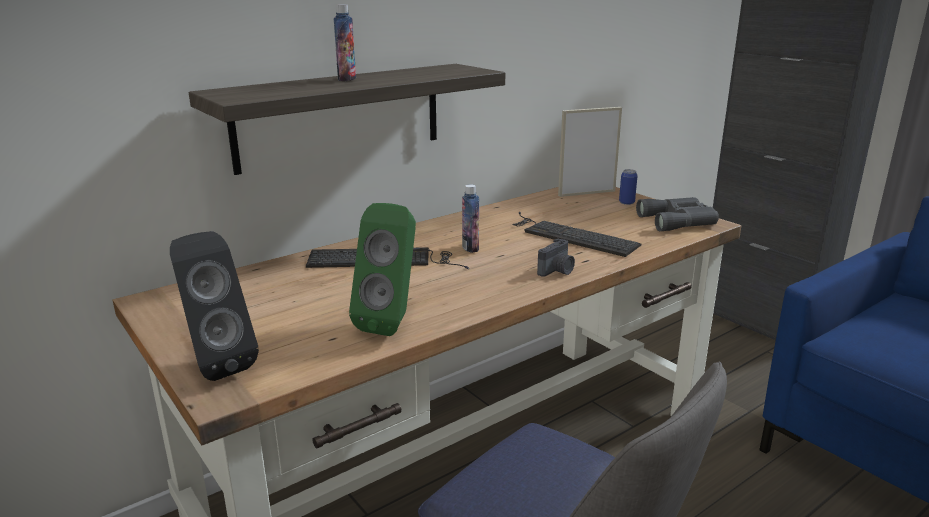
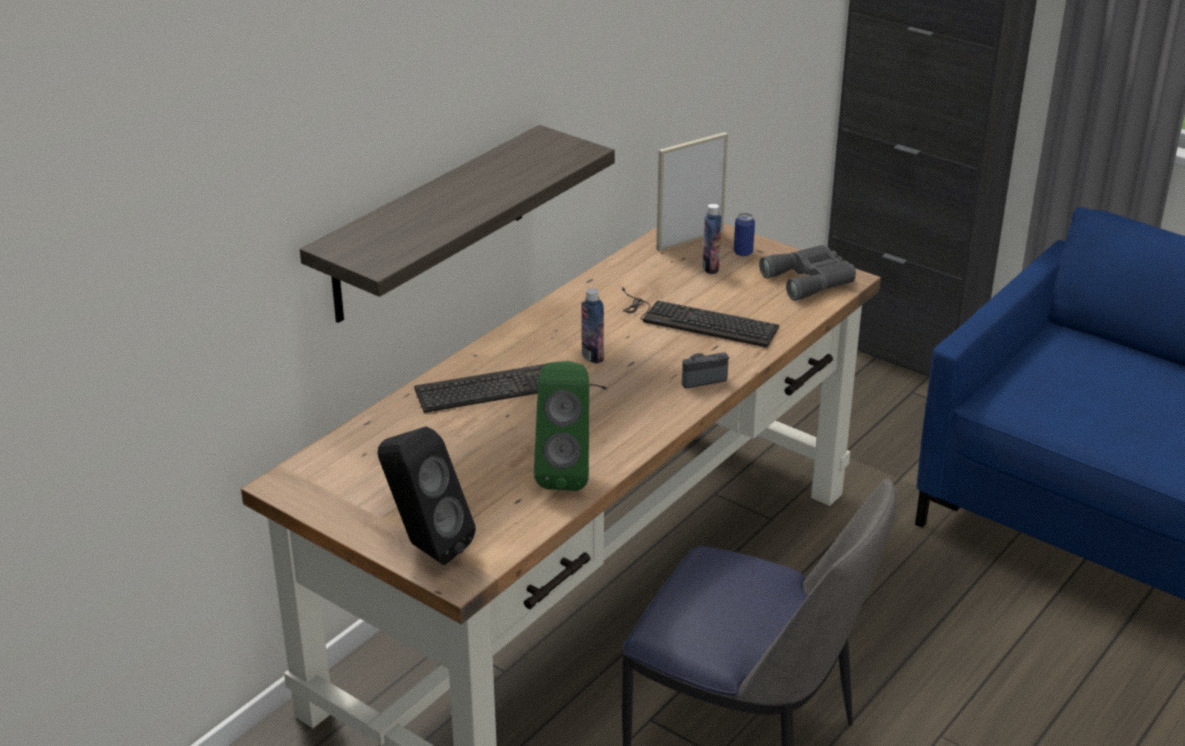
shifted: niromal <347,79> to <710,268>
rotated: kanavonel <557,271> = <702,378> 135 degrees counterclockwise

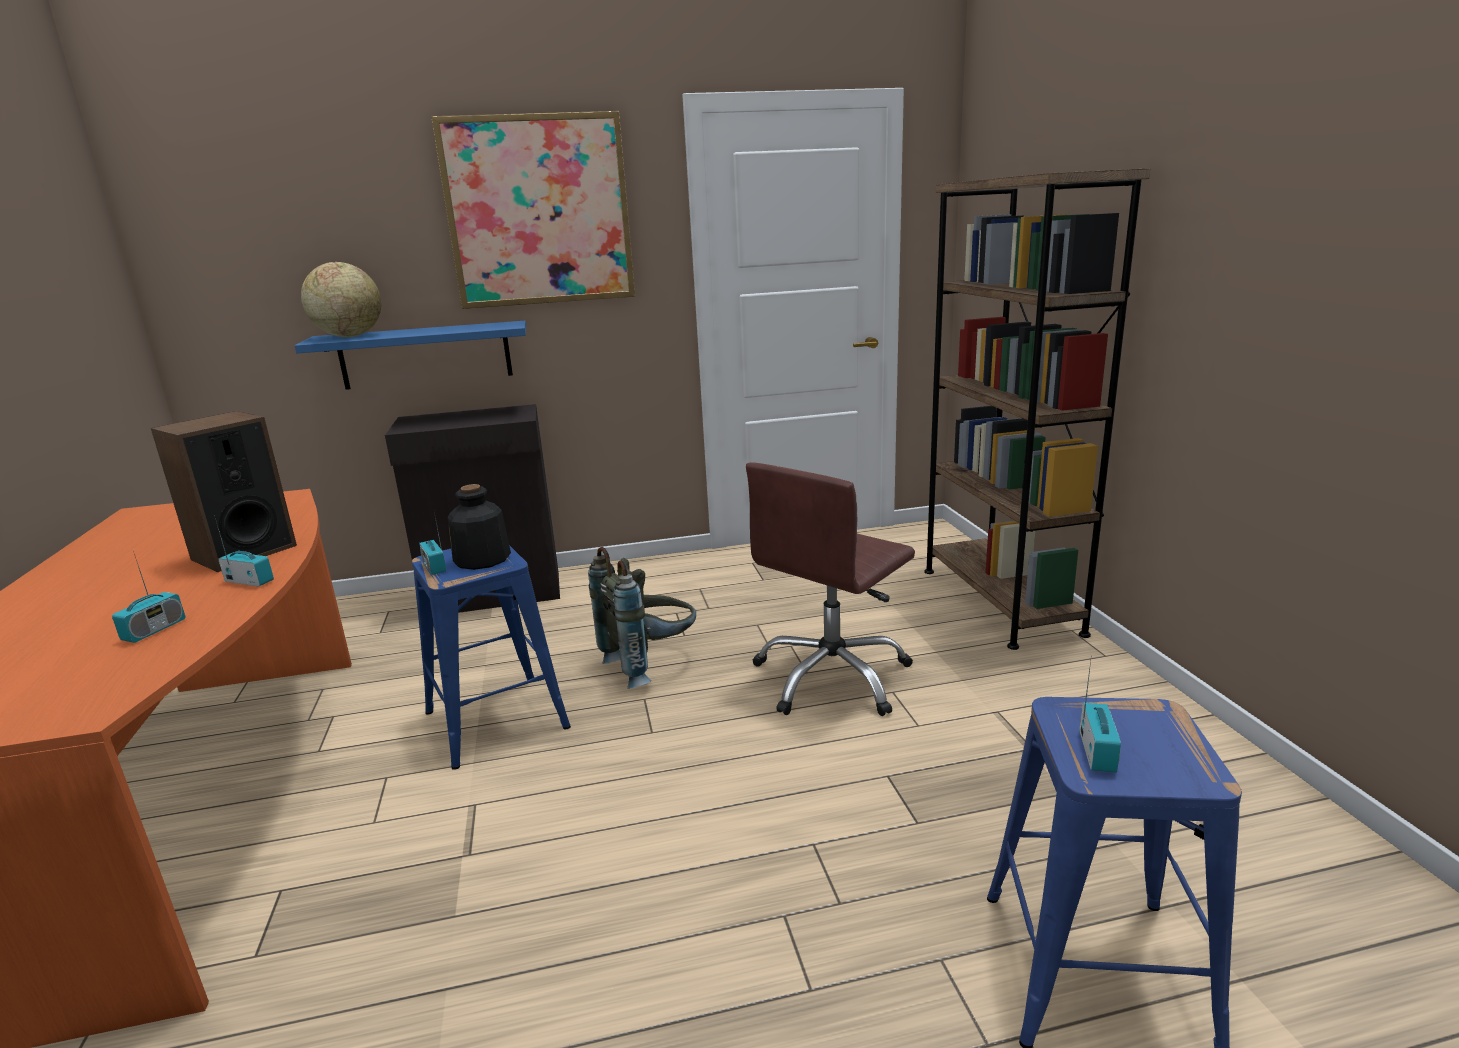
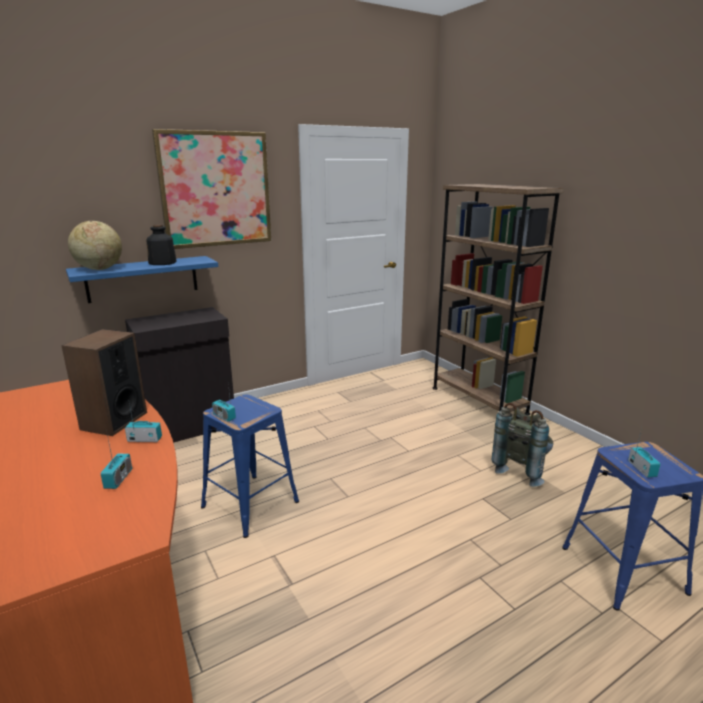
gone: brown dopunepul <832,677>
shifted: niromal <482,559> to <162,263>; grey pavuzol <651,664> to <521,469>

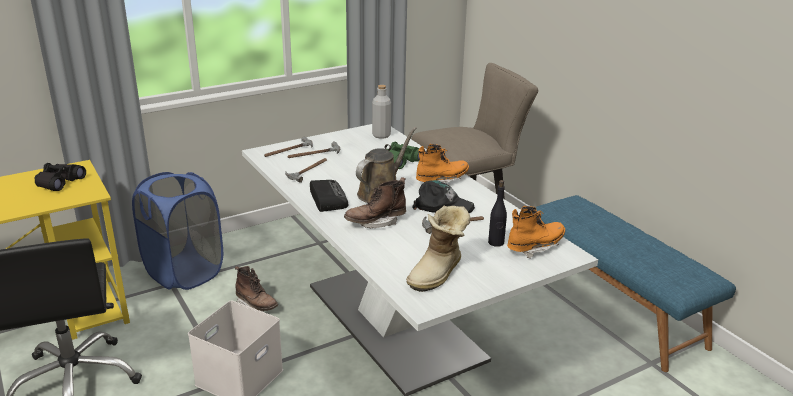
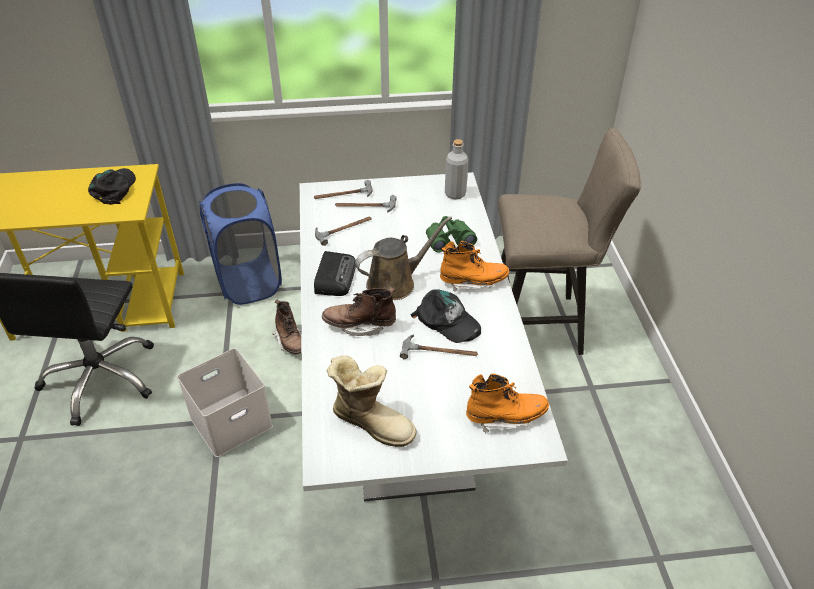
gone: black niromal <496,243>; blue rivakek <612,305>
swapped: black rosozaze <59,182> to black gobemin <114,189>
rotated: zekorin <438,273> = <372,421> 120 degrees counterclockwise

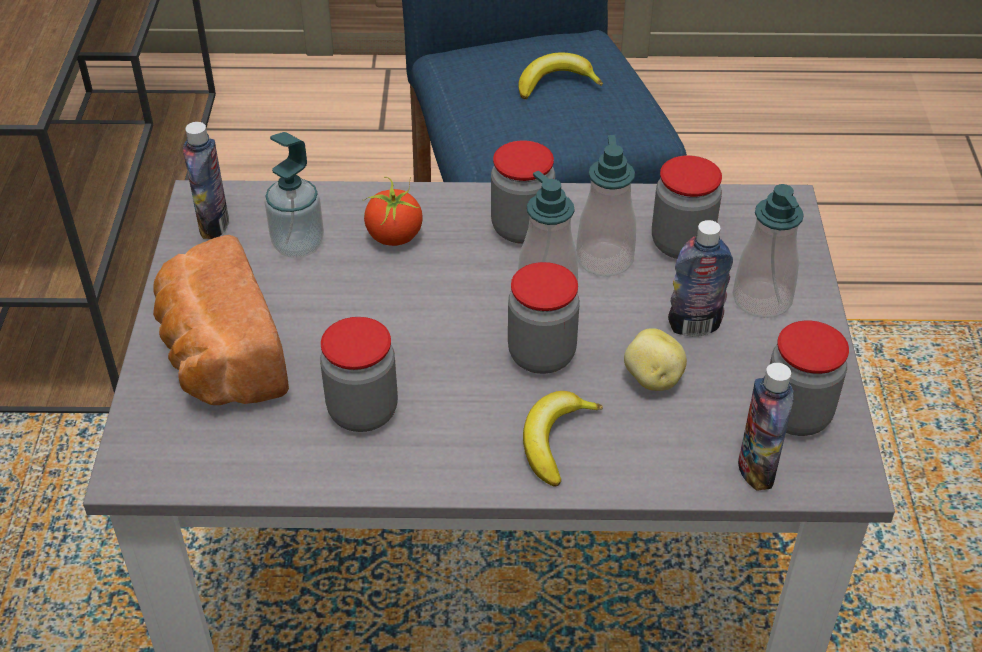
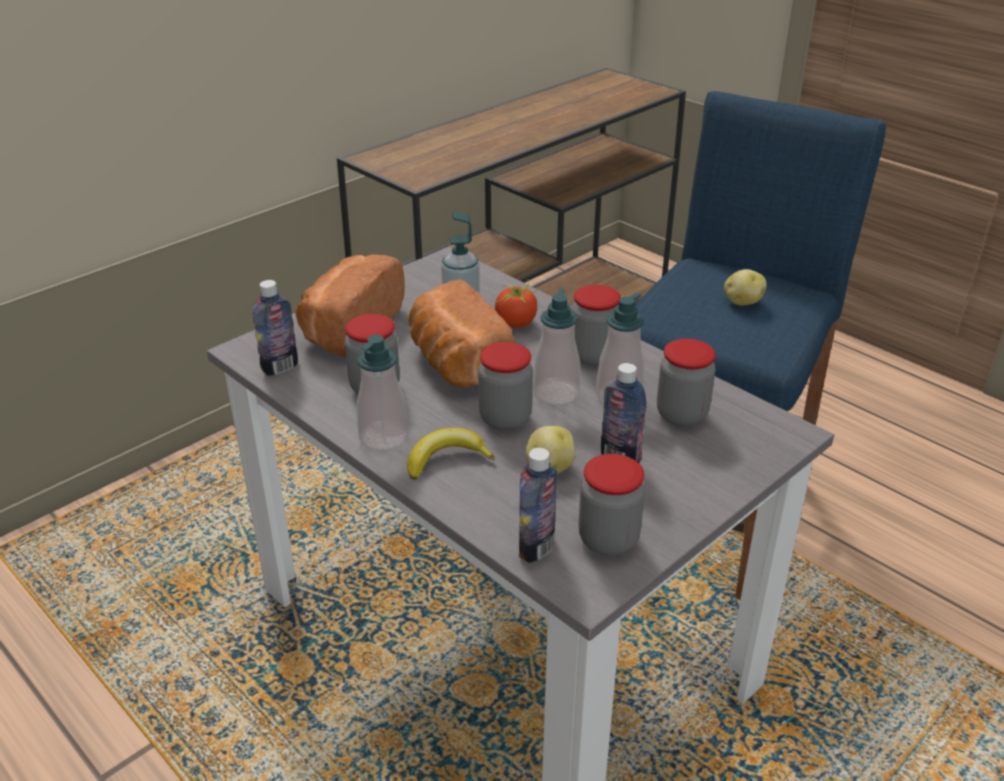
new: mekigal <456,364>
shifted: niromal <214,225> to <280,367>; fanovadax <761,299> to <383,437>
swapped: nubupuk <556,83> to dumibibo <742,302>

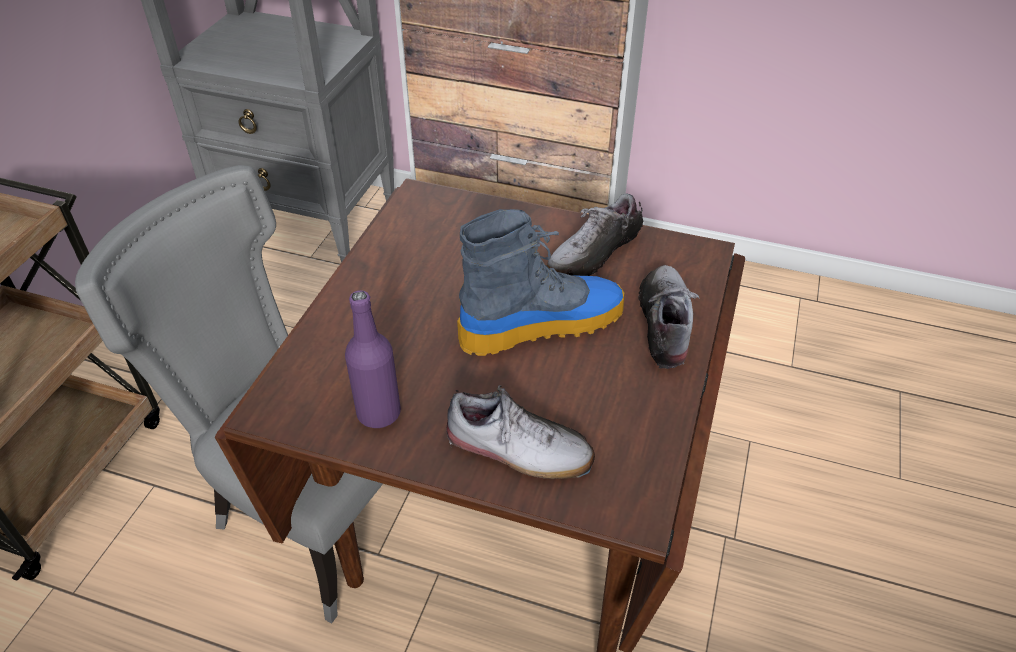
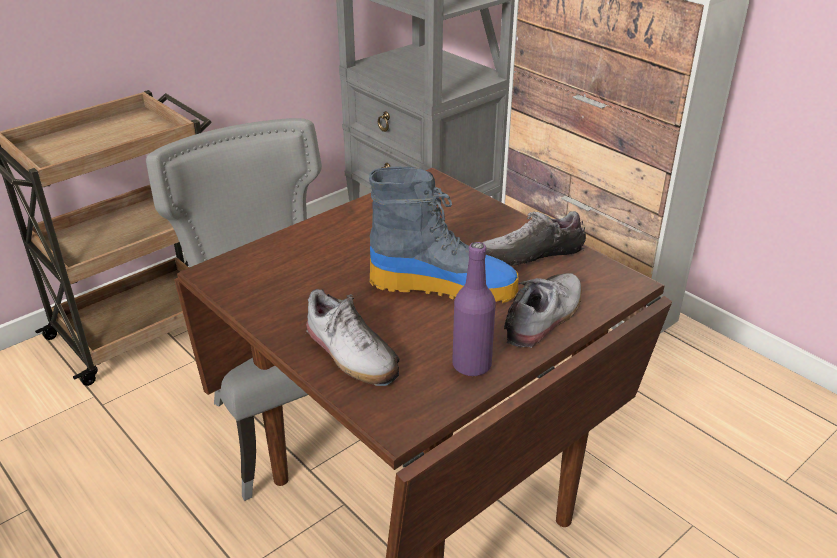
shifted: purple niromal <379,413> to <471,365>

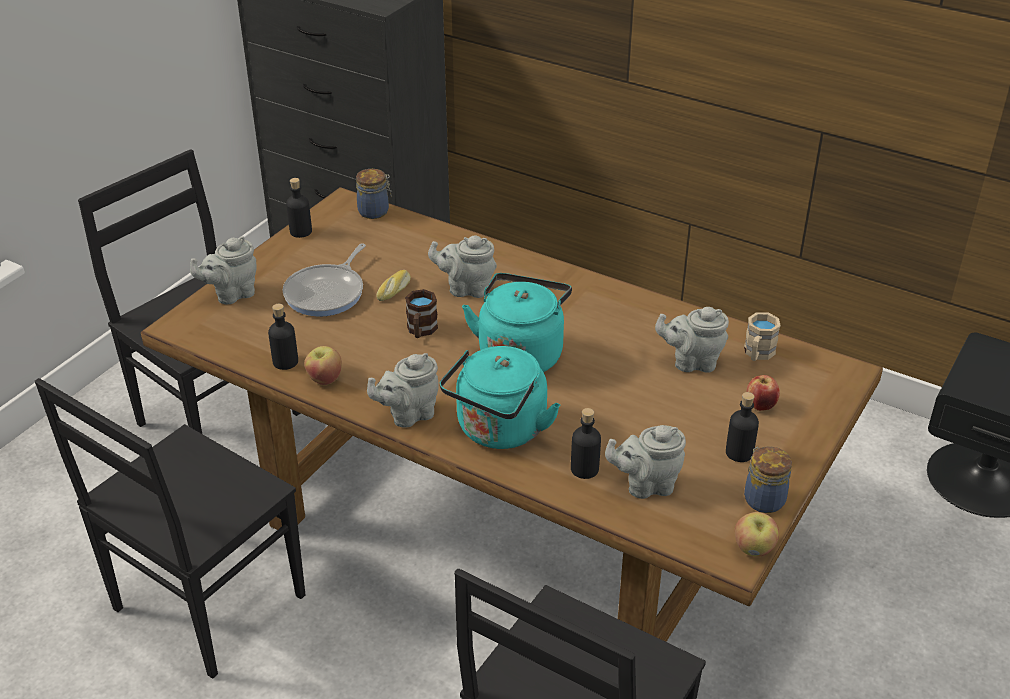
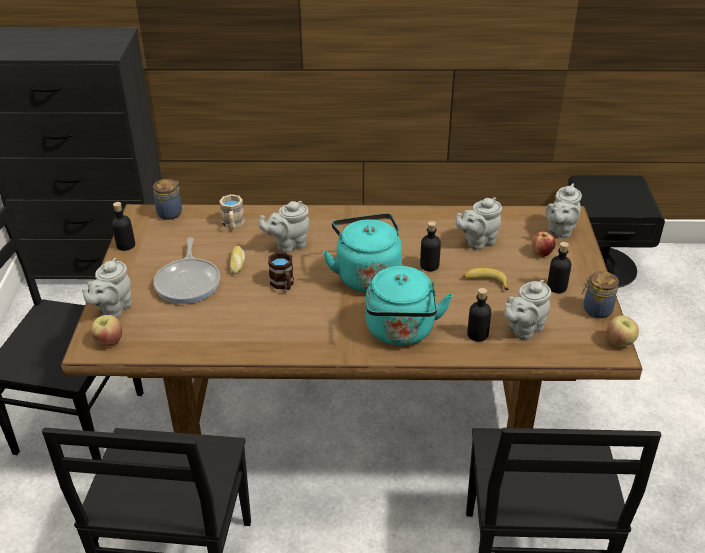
new: nubupuk <485,282>
shifted: black niromal <285,362> to <429,265>; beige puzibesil <757,354> to <233,224>; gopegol <324,378> to <109,341>; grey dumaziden <408,414> to <560,230>

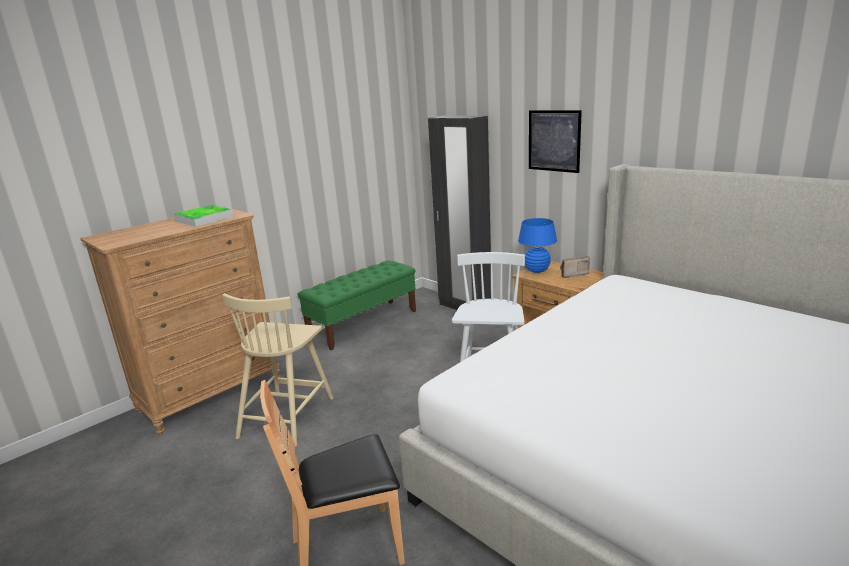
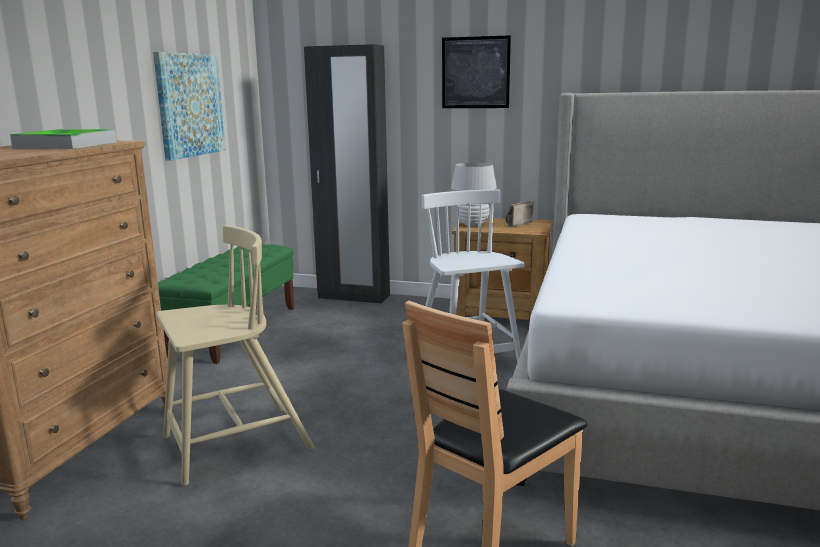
new: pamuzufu <189,105>
repainted: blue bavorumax <537,270> to white bavorumax <473,224>
rotated: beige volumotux <287,416> = <234,444> 105 degrees counterclockwise

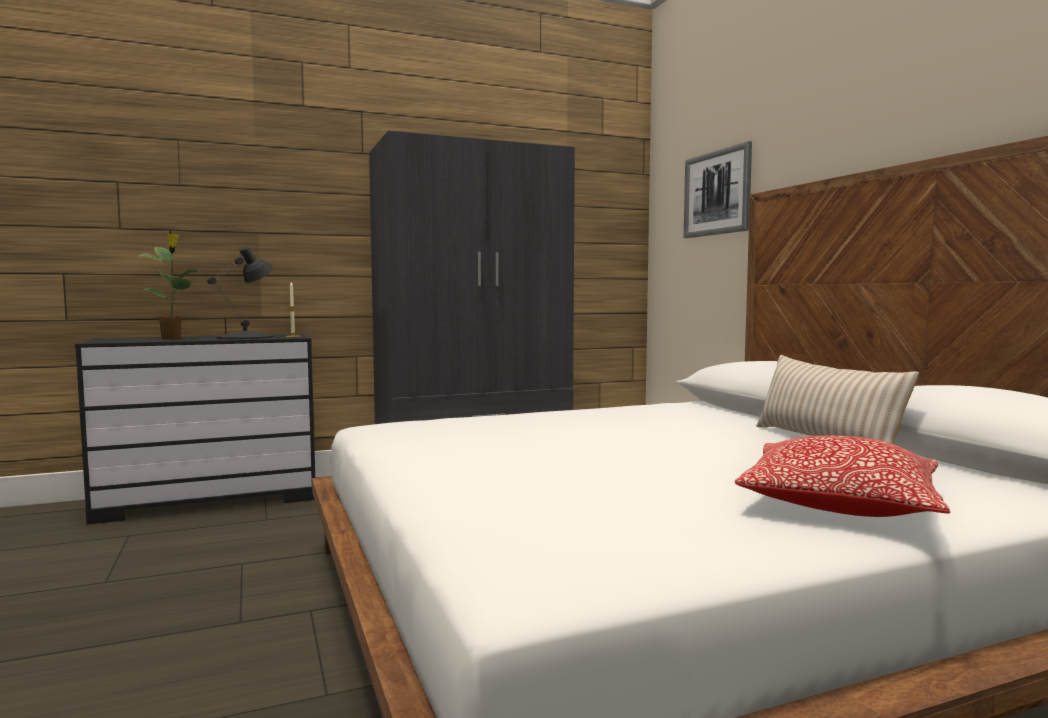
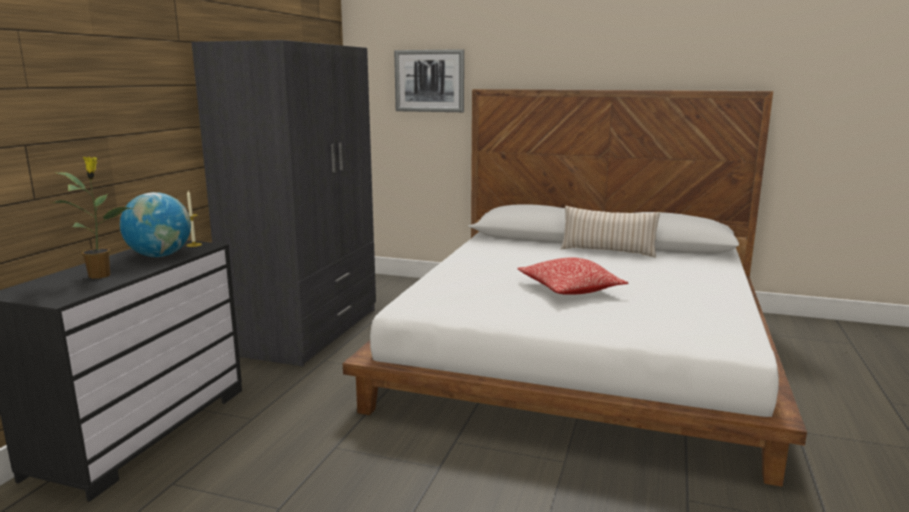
shifted: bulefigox <839,504> to <570,289>
swapped: black bavorumax <246,337> to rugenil <160,255>

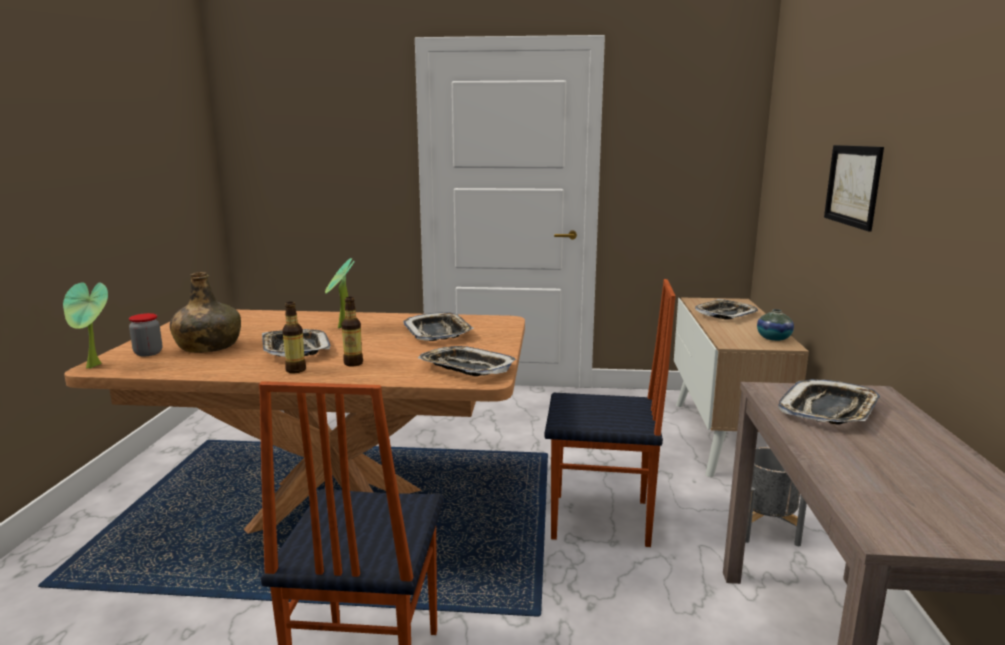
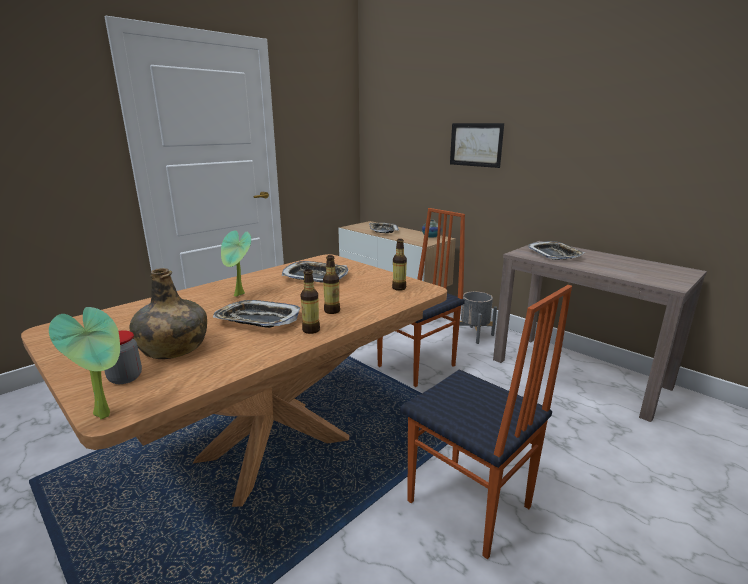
swapped: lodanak <466,368> to niromal <399,288>

